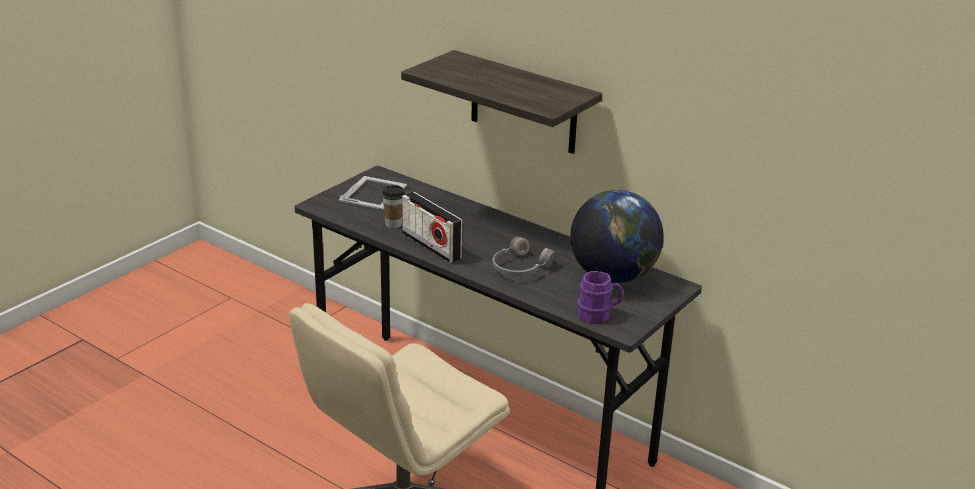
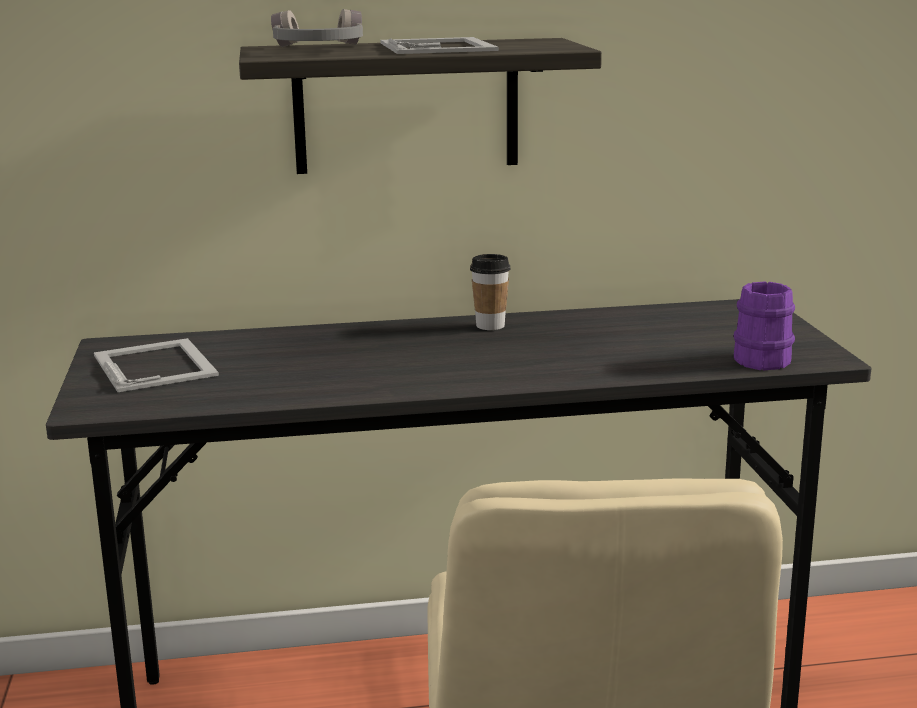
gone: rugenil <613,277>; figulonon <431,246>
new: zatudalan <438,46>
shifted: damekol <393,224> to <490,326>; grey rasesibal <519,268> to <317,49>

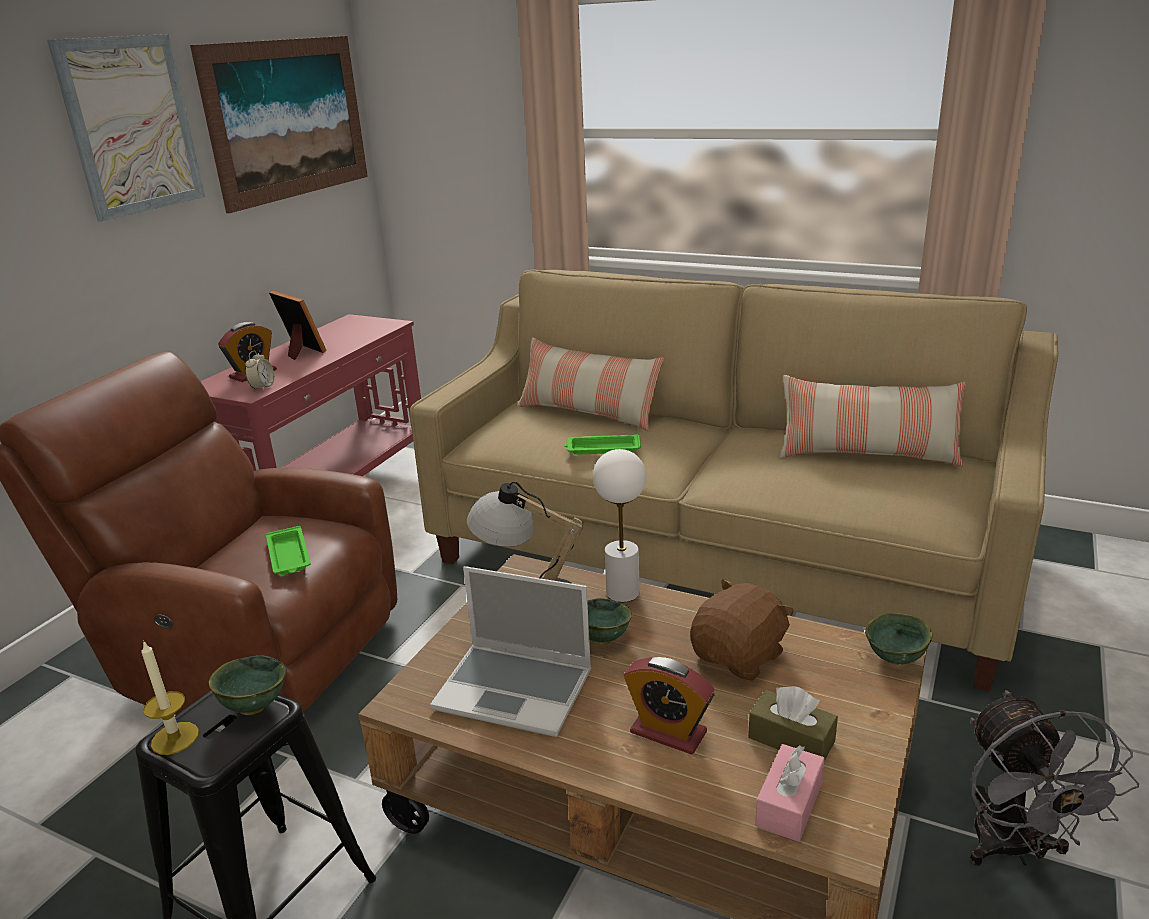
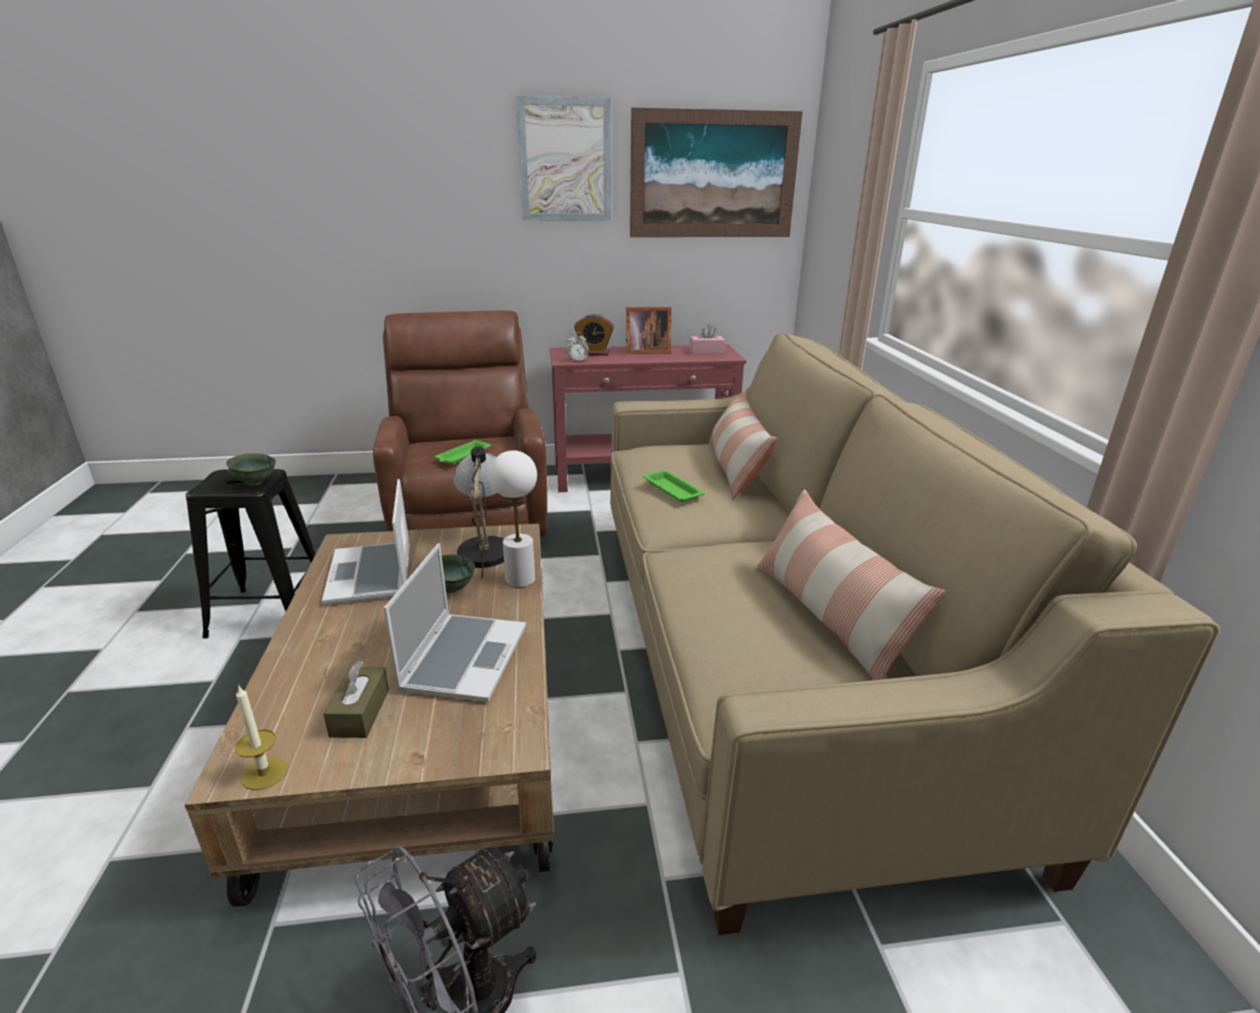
gone: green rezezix <896,659>; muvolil <668,732>
shifted: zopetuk <175,738> to <264,773>; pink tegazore <789,804> to <706,352>
swapped: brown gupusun <739,656> to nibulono <464,657>
rotated: zatudalan <299,350> = <645,351> 75 degrees clockwise

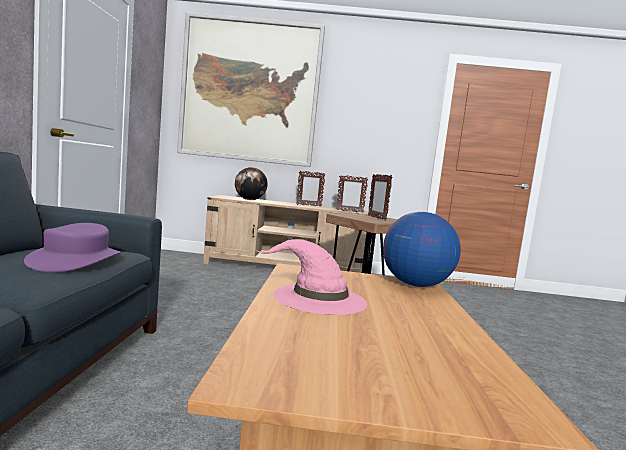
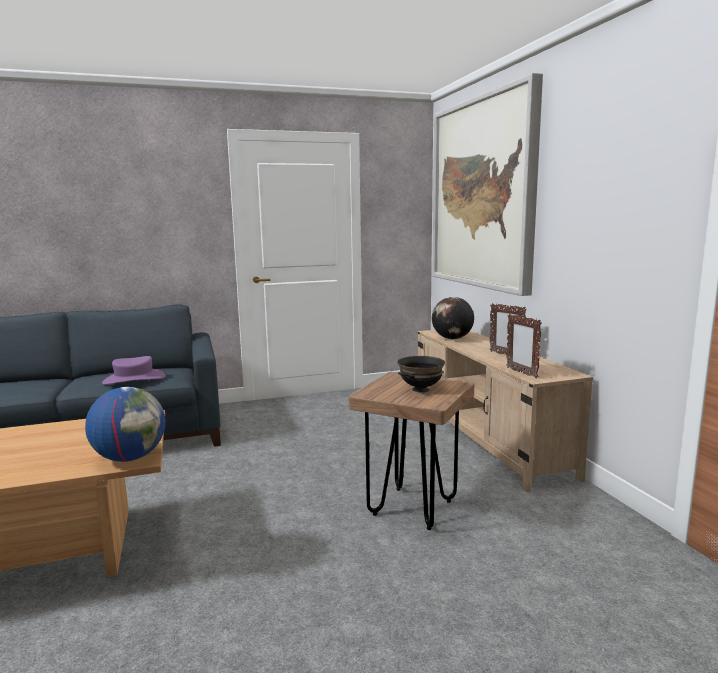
gone: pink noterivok <318,298>
swapped: zatudalan <376,218> to black rezezix <421,390>

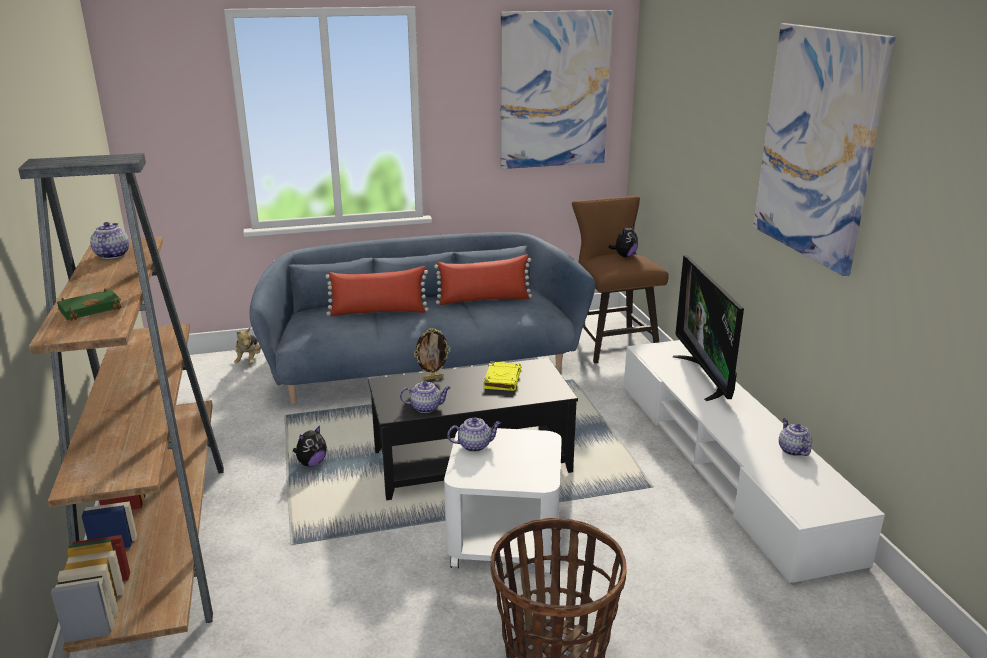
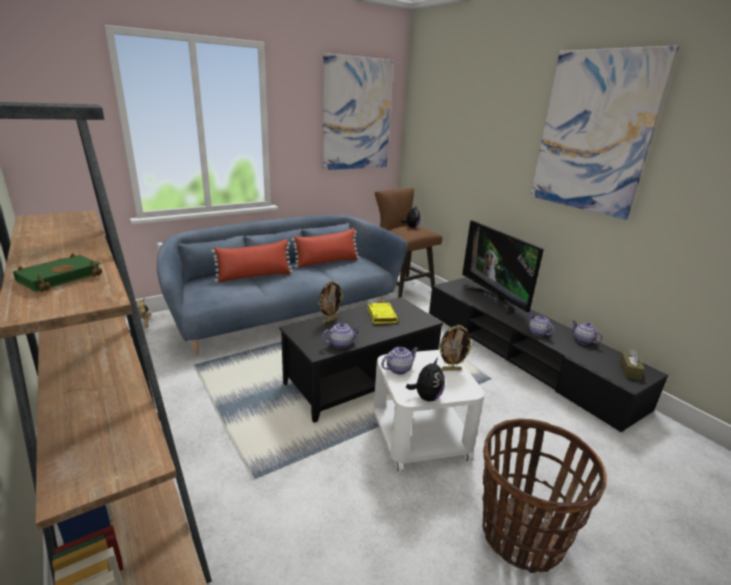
new: zatudalan <451,369>; brown tegazore <629,370>
shifted: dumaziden <112,255> to <537,333>; gupusun <311,463> to <426,397>
repainted: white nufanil <726,465> to black nufanil <523,356>

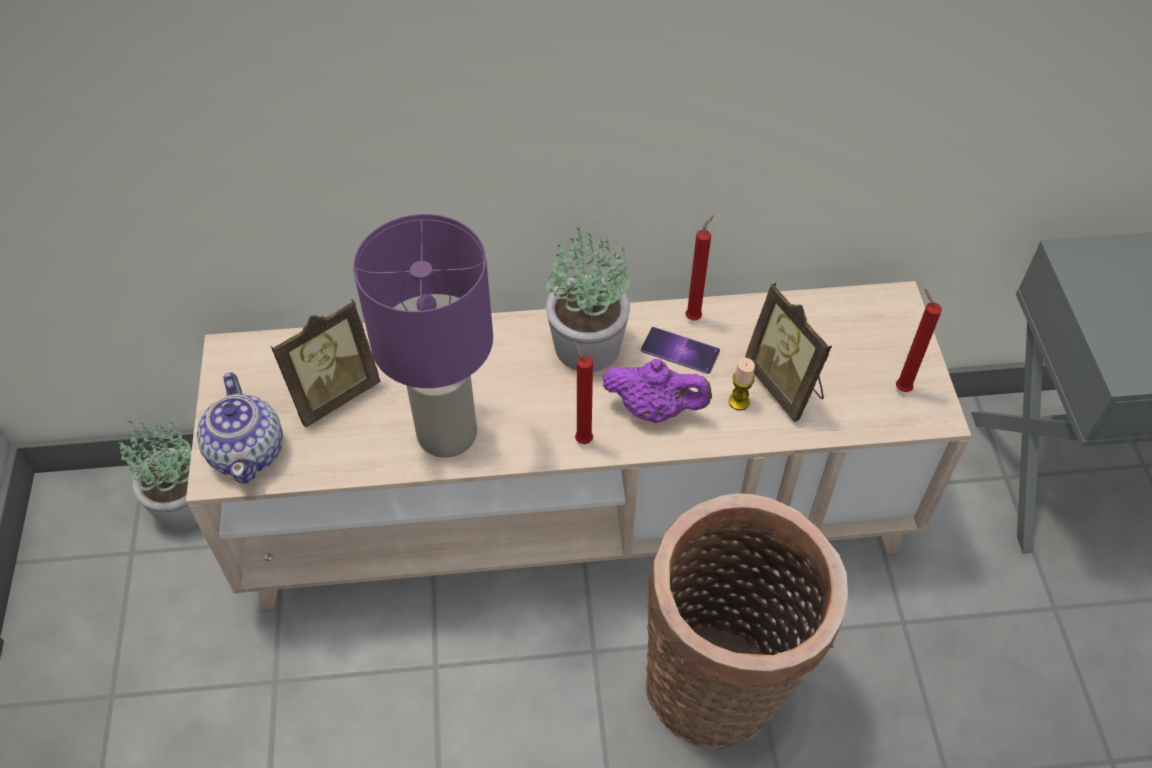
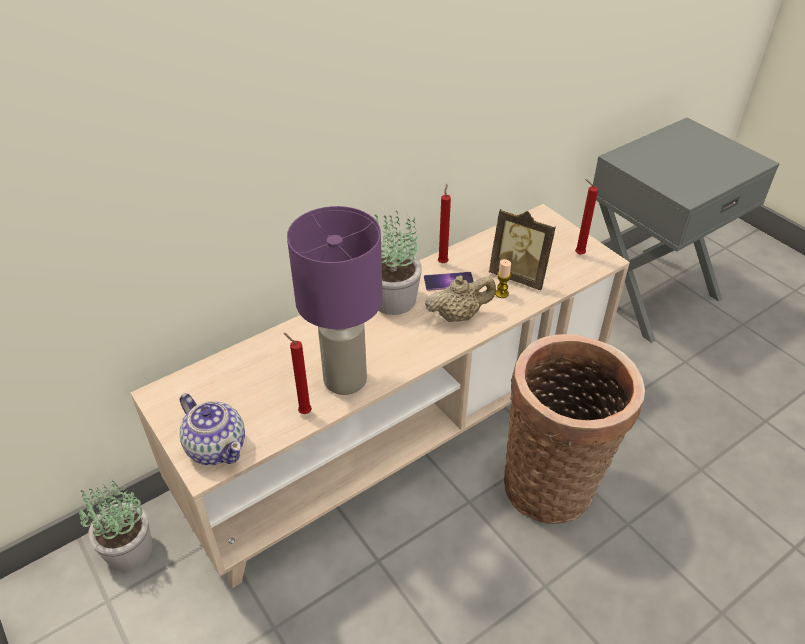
gone: zatudalan <332,394>
shifted: red zopetuk <582,438> to <303,411>
repainted: purple dumaziden <654,409> to beige dumaziden <459,316>

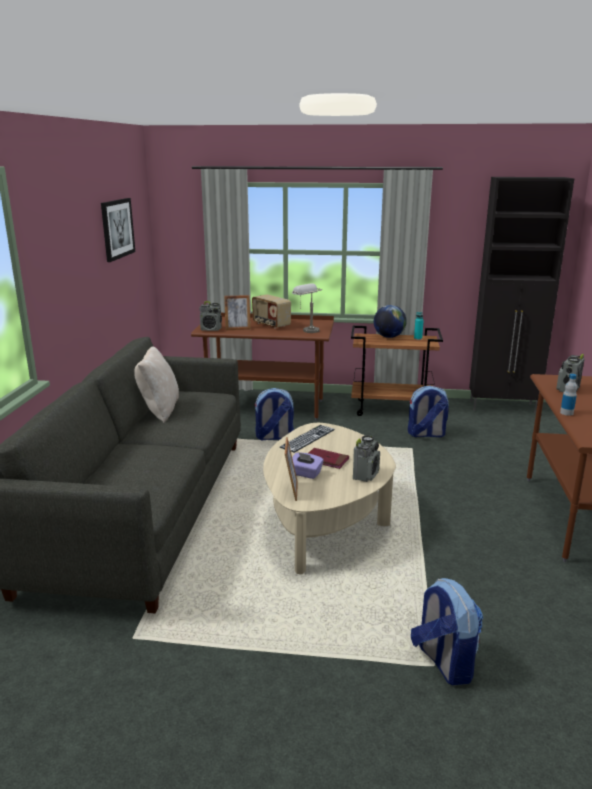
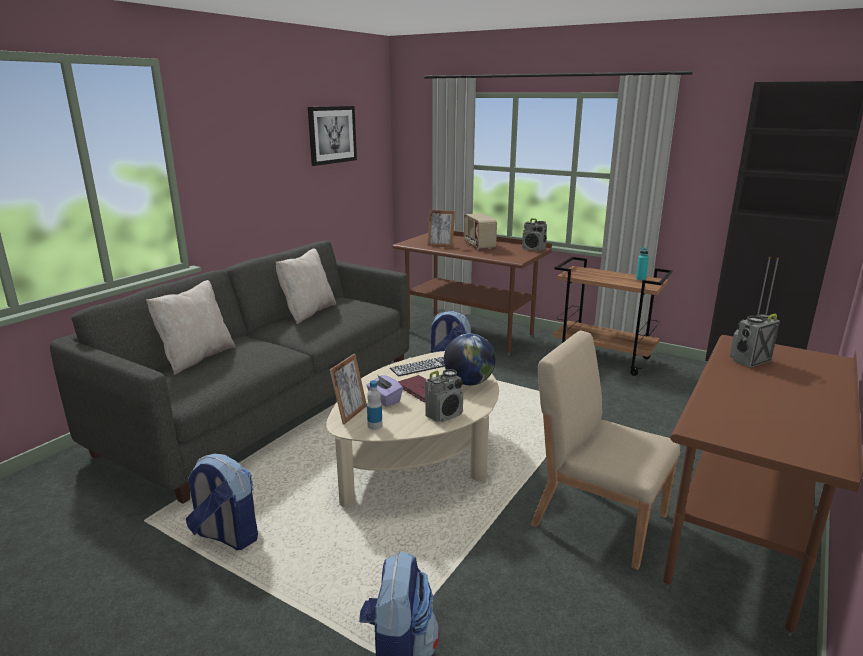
gone: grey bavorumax <307,330>
new: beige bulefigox <197,358>; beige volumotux <597,518>
shifted: figulonon <211,329> to <533,249>; rugenil <389,337> to <469,382>; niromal <566,413> to <375,425>; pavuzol <426,434> to <226,536>

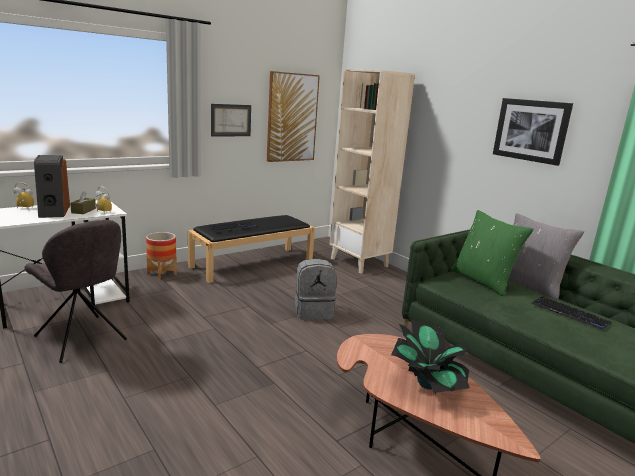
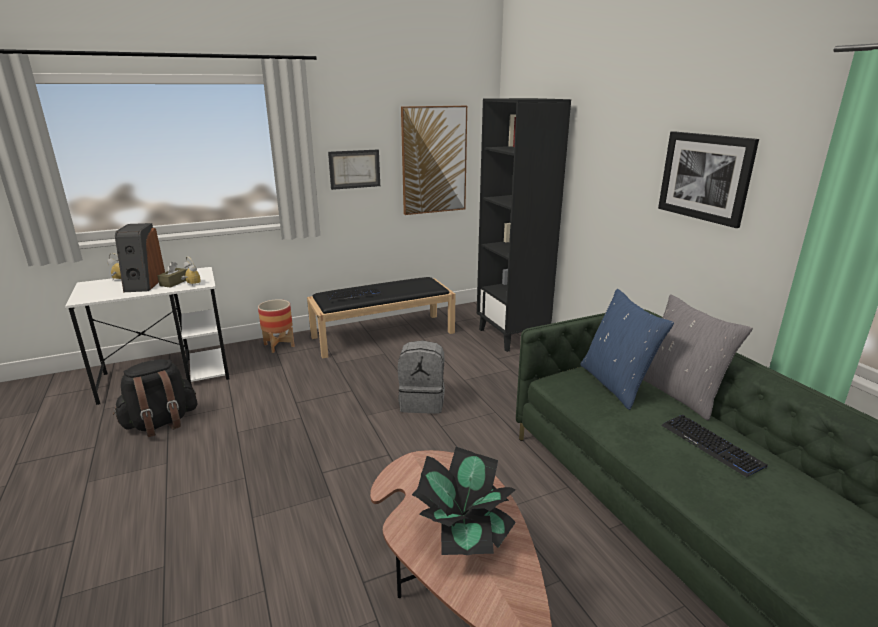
swapped: grey volumotux <82,339> to black pavuzol <161,423>
repainted: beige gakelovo <359,262> to black gakelovo <512,336>; green bulefigox <483,281> to blue bulefigox <616,384>

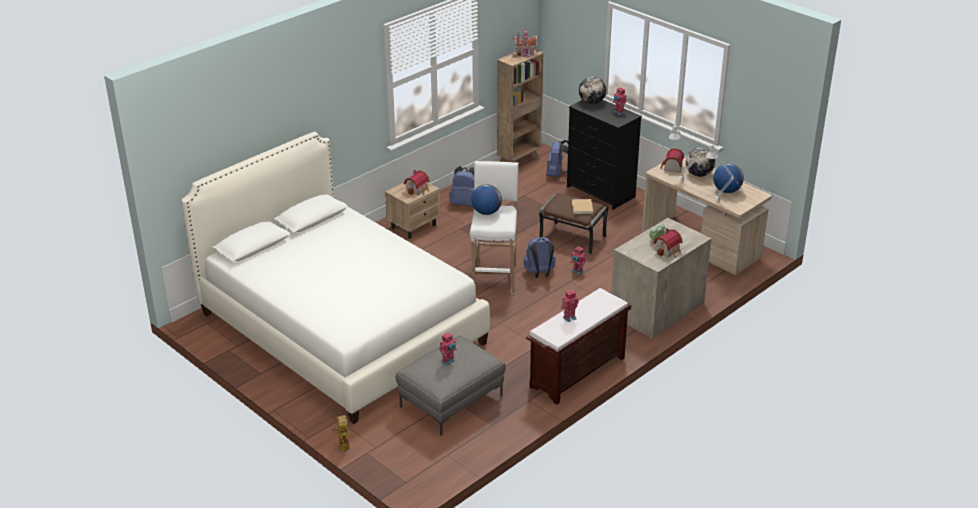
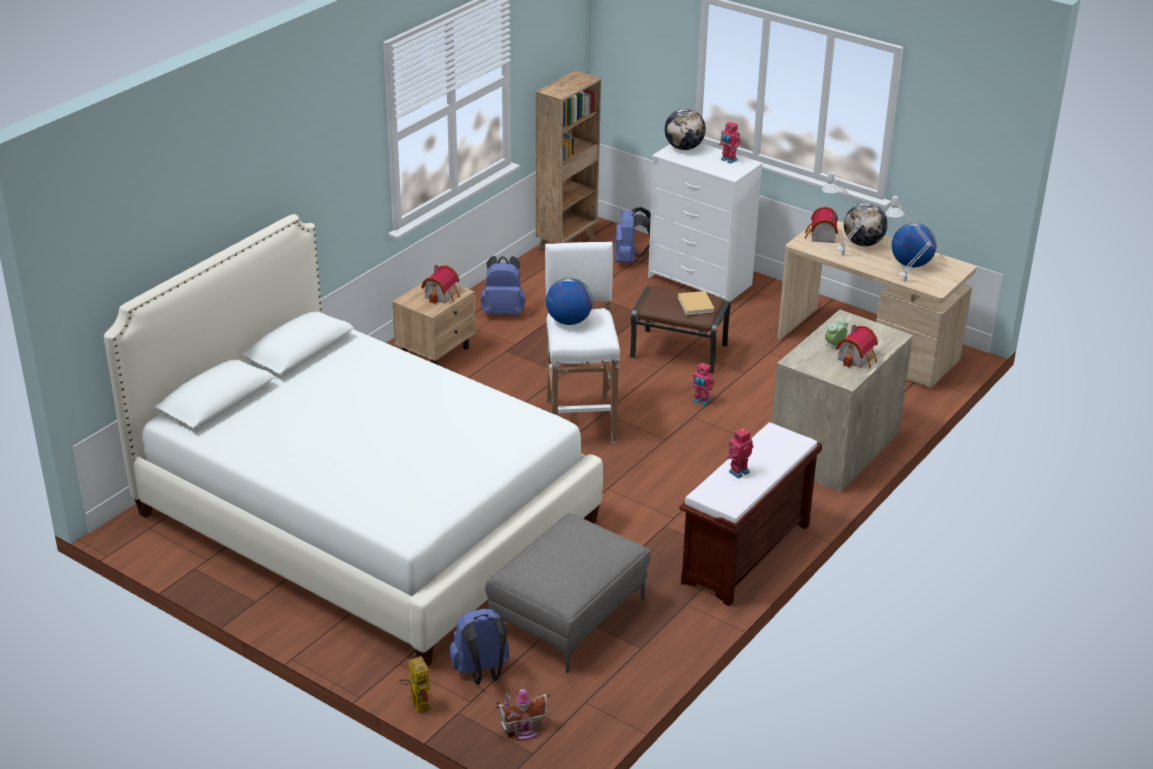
gone: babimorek <448,361>
shifted: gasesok <525,54> to <523,731>; blue pavuzol <539,273> to <481,673>
repainted: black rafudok <601,192> to white rafudok <700,281>

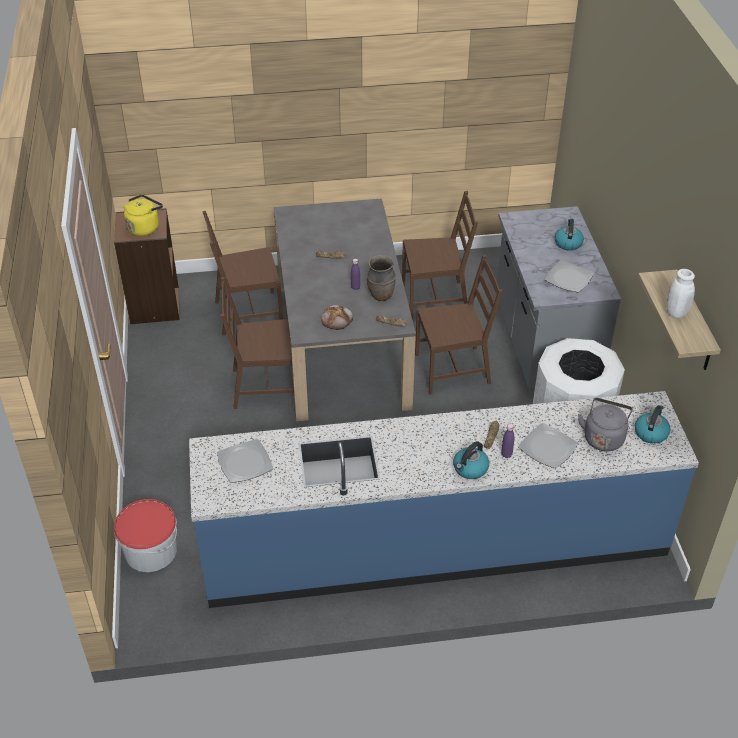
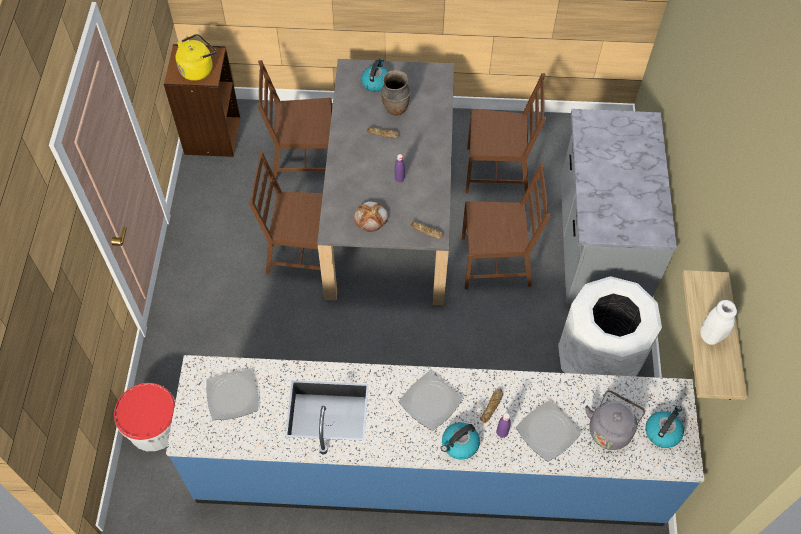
shifted: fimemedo <568,243> to <375,82>; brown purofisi <381,296> to <395,108>; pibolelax <568,278> to <430,401>

